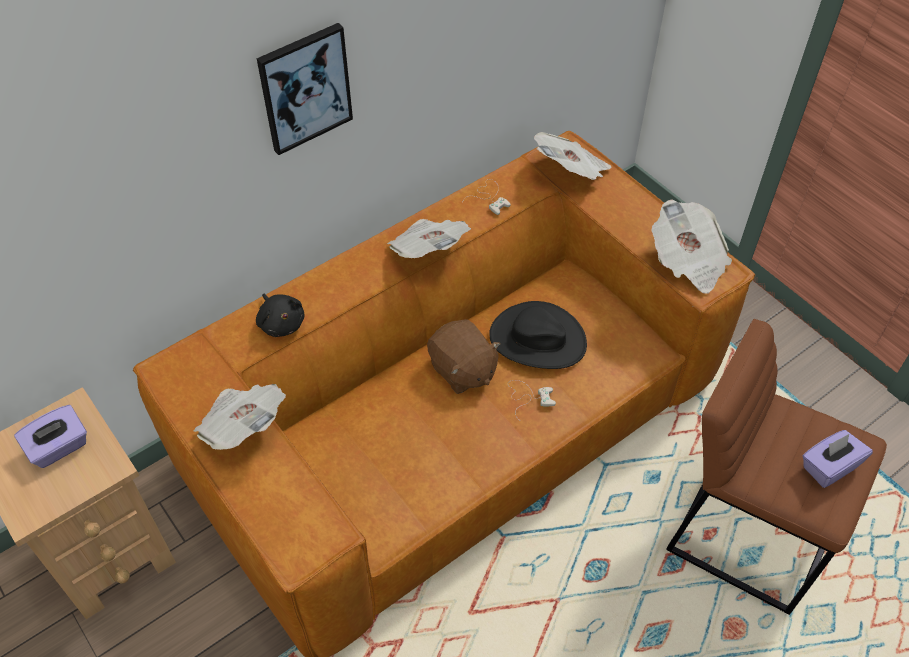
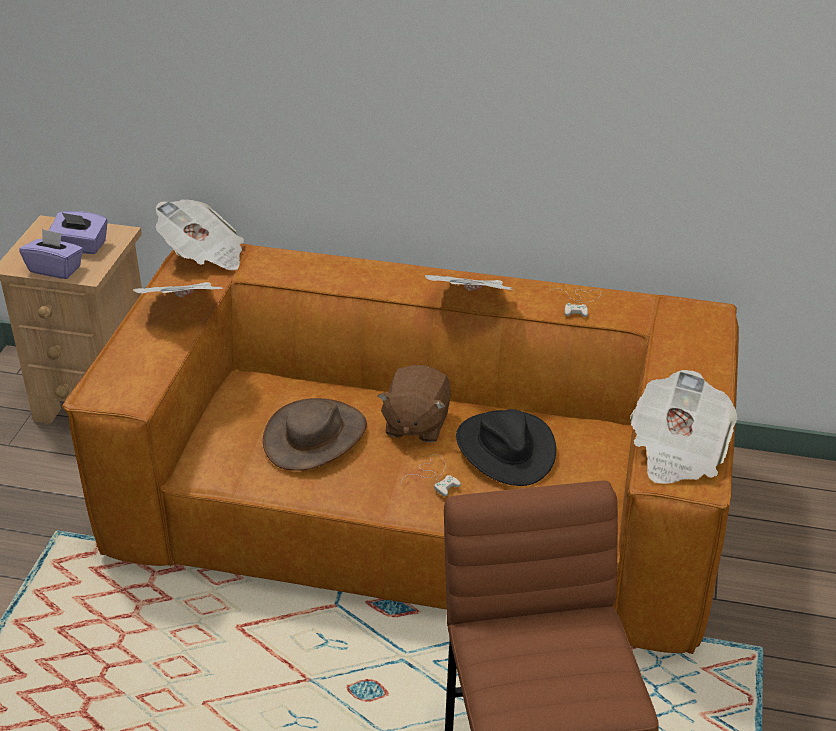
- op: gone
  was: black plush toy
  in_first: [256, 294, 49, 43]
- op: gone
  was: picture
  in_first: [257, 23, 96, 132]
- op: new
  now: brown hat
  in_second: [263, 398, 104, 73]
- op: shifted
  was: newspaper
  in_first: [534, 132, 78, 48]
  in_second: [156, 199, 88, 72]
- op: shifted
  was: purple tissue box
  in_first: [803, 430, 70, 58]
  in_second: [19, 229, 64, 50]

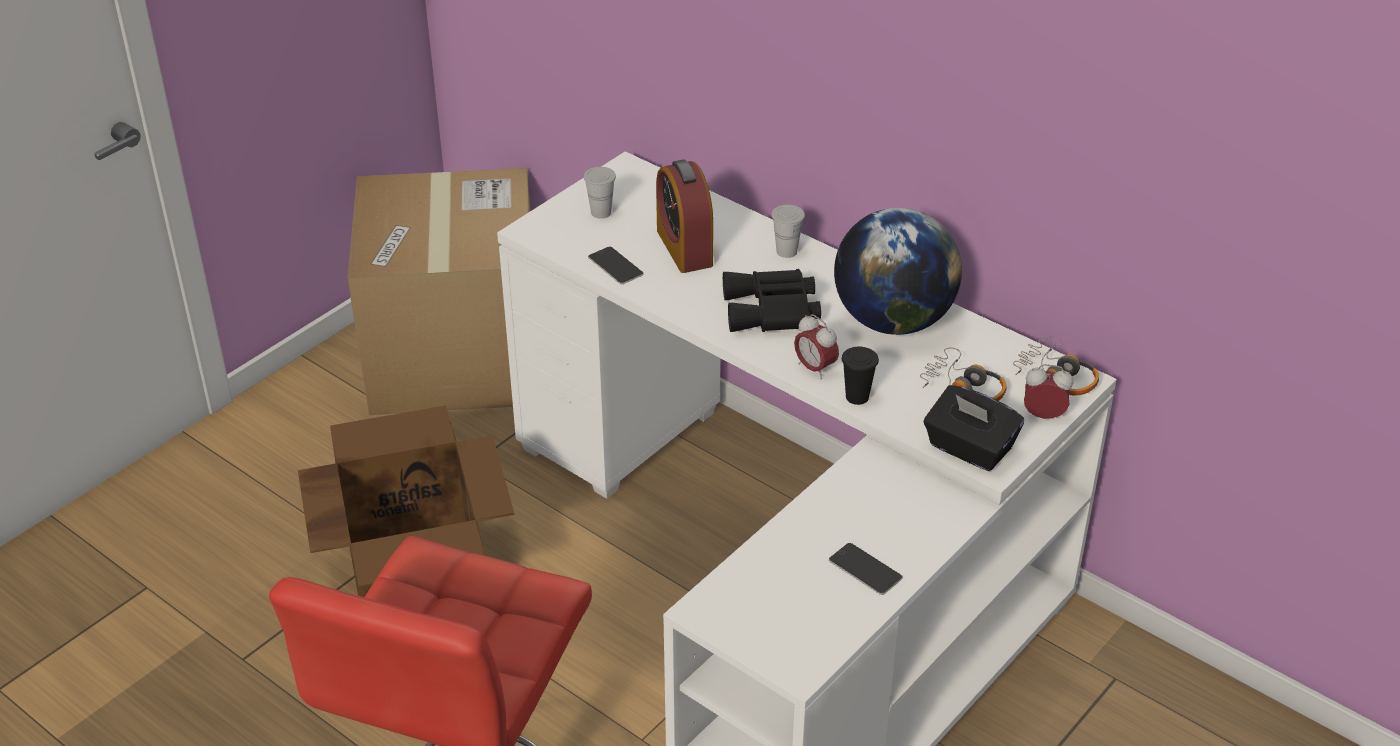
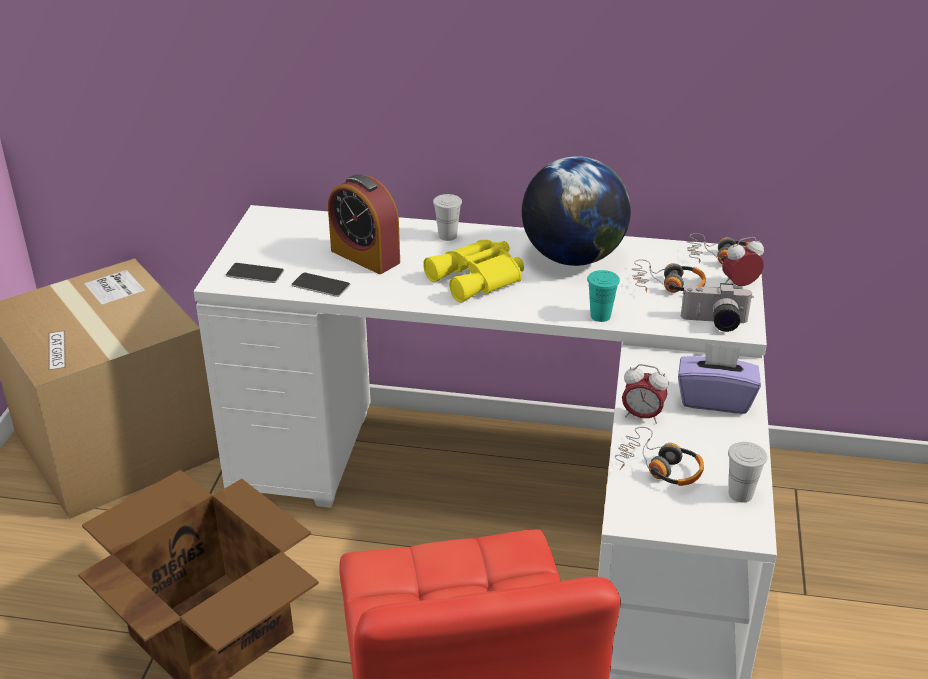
- op: new
  now: headphones
  in_second: [615, 427, 89, 59]
- op: new
  now: purple tissue box
  in_second: [678, 343, 83, 71]
- op: shifted
  was: white cup
  in_first: [583, 167, 33, 52]
  in_second: [728, 442, 39, 61]
- op: shifted
  was: alarm clock
  in_first: [794, 314, 45, 66]
  in_second: [622, 364, 47, 60]
- op: shifted
  was: phone
  in_first: [829, 543, 74, 52]
  in_second: [226, 263, 58, 20]
- op: swapped
  was: black tissue box
  now: photo camera
  in_first: [924, 385, 100, 86]
  in_second: [681, 283, 72, 49]
- op: repainted
  was: black binoculars
  now: yellow binoculars
  in_first: [723, 269, 98, 63]
  in_second: [423, 240, 101, 63]
- op: repainted
  was: black cup
  now: turquoise cup
  in_first: [842, 347, 37, 58]
  in_second: [587, 270, 33, 52]

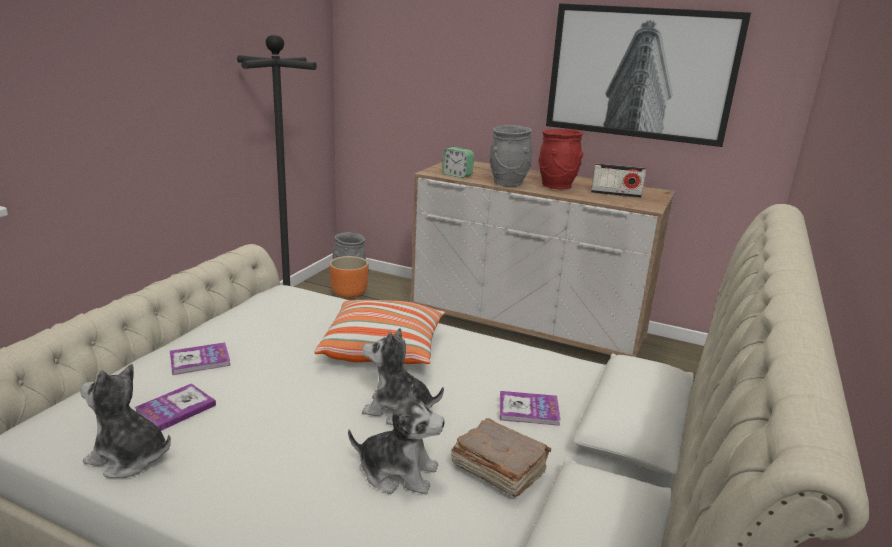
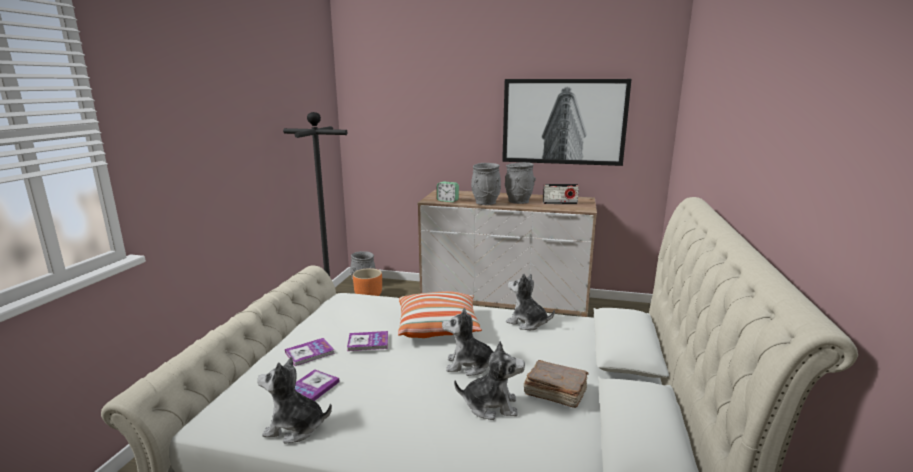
- op: new
  now: plush toy
  in_second: [506, 273, 49, 57]
- op: shifted
  was: book
  in_first: [500, 391, 61, 35]
  in_second: [347, 331, 41, 20]
- op: repainted
  was: red vase
  now: grey vase
  in_first: [538, 129, 45, 60]
  in_second: [505, 162, 31, 42]

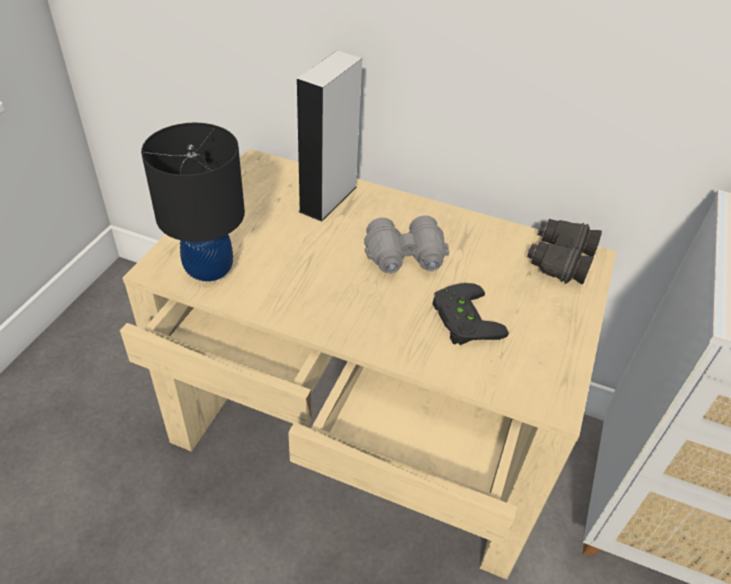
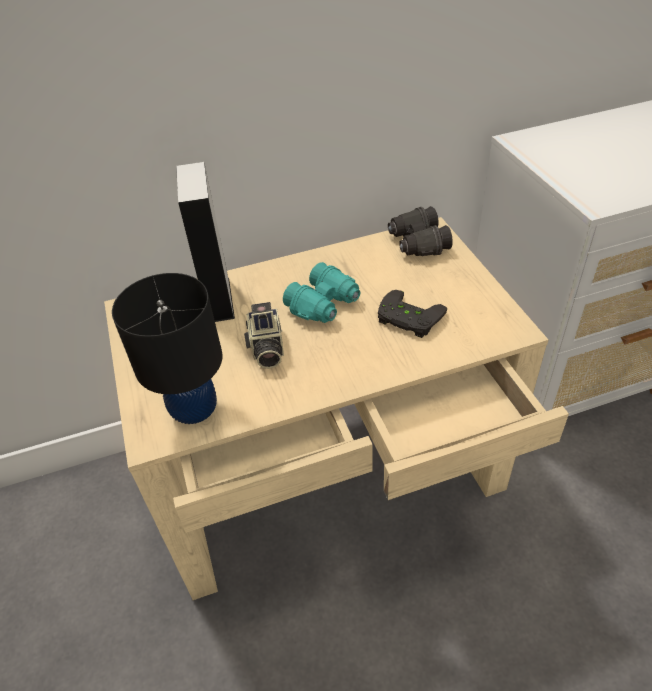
- op: new
  now: photo camera
  in_second: [244, 302, 40, 67]
- op: repainted
  was: grey binoculars
  now: turquoise binoculars
  in_first: [364, 216, 85, 58]
  in_second: [283, 262, 78, 61]

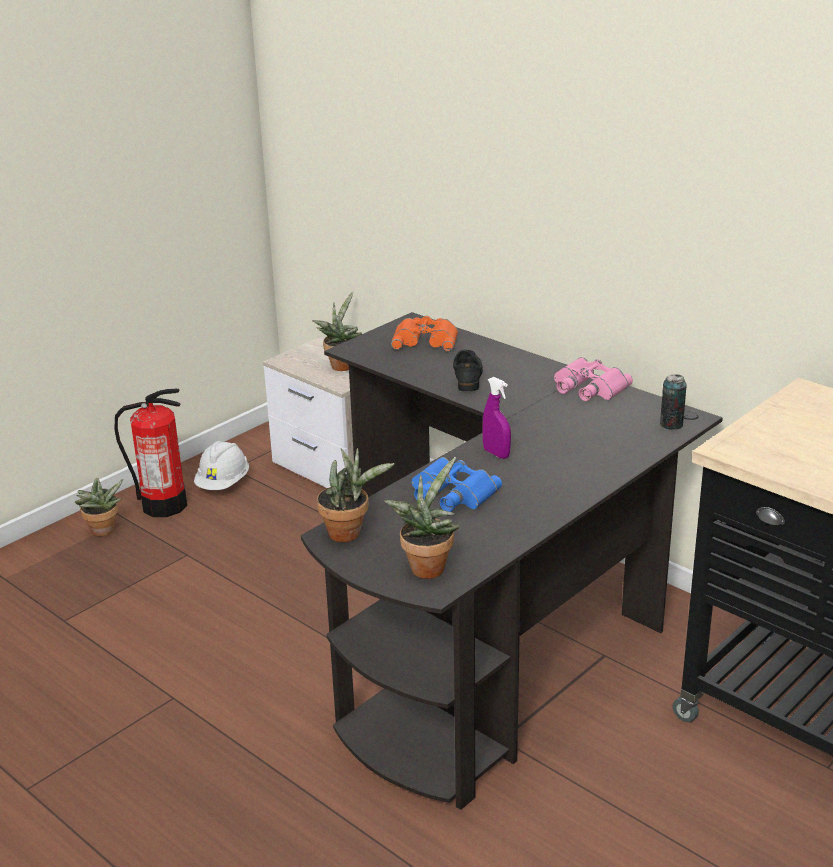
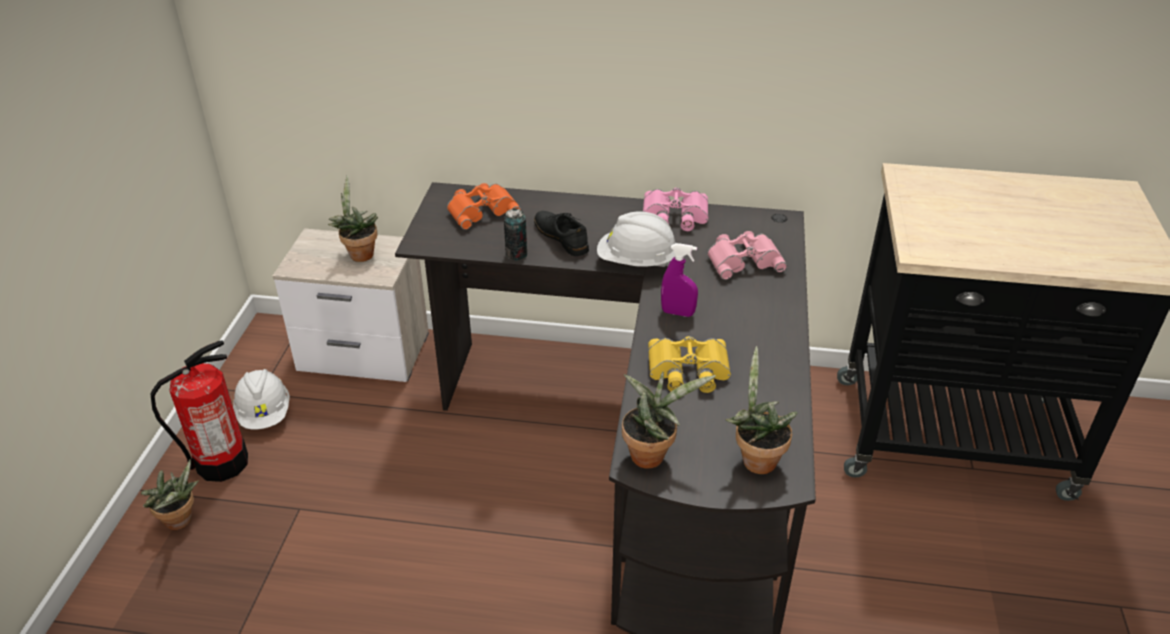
- op: new
  now: white hard hat
  in_second: [597, 211, 79, 56]
- op: new
  now: pink binoculars
  in_second: [707, 231, 80, 49]
- op: shifted
  was: can
  in_first: [660, 374, 27, 56]
  in_second: [504, 208, 24, 52]
- op: repainted
  was: blue binoculars
  now: yellow binoculars
  in_first: [412, 457, 90, 55]
  in_second: [648, 336, 83, 57]

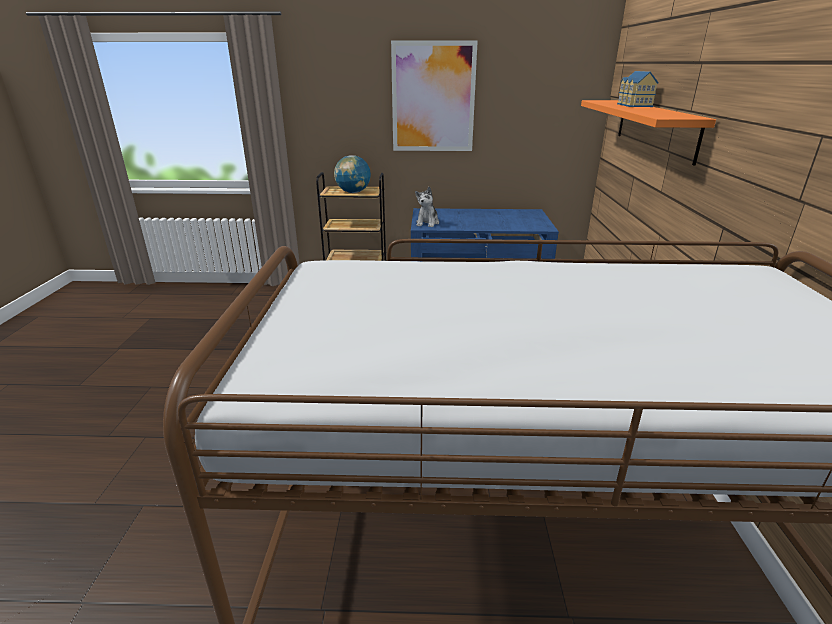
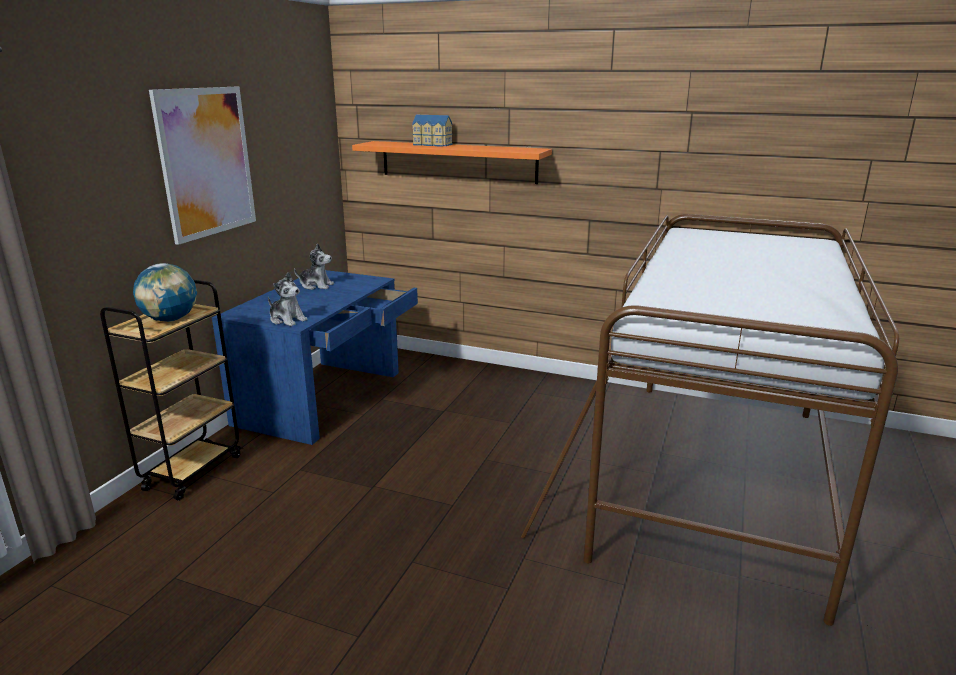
- op: new
  now: plush toy
  in_second: [294, 244, 40, 46]

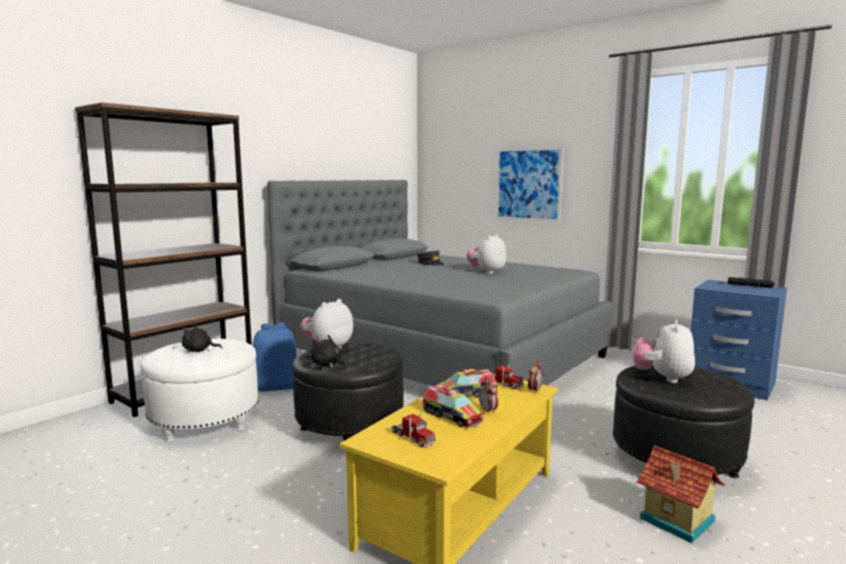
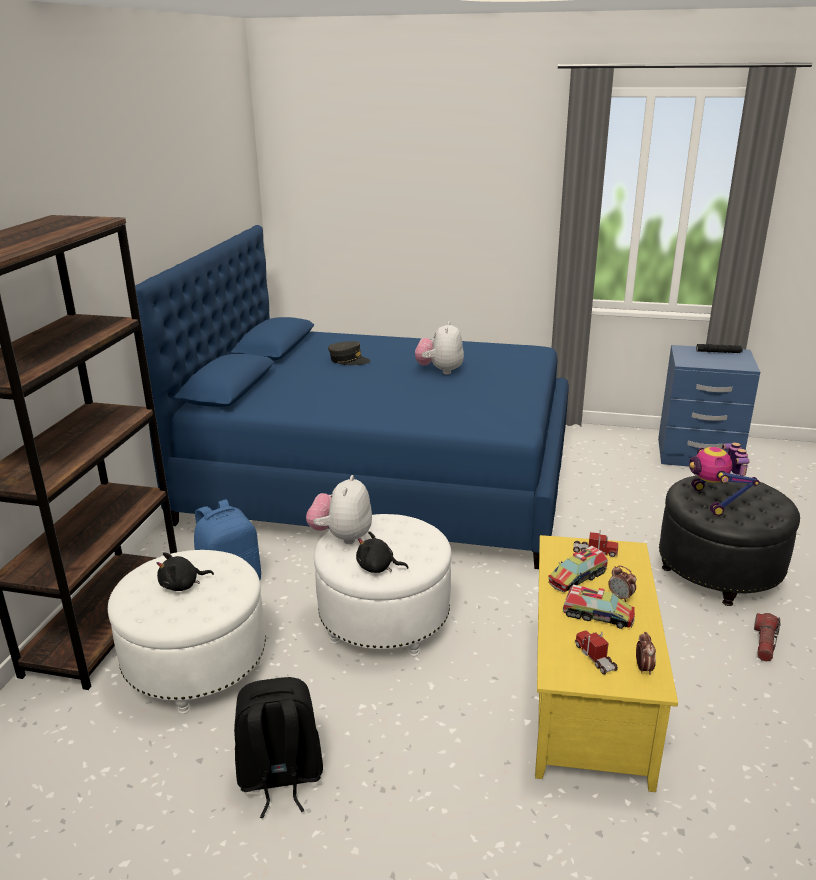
- op: gone
  was: picture
  in_first: [496, 147, 68, 75]
- op: new
  now: black backpack
  in_second: [234, 677, 89, 141]
- op: shifted
  was: alarm clock
  in_first: [528, 360, 15, 32]
  in_second: [636, 632, 20, 43]
- op: swapped
  was: plush toy
  now: toy robot
  in_first: [633, 320, 62, 63]
  in_second: [689, 442, 71, 74]
- op: swapped
  was: toy house
  now: flashlight
  in_first: [637, 445, 88, 98]
  in_second: [754, 613, 26, 49]
- op: repainted
  was: grey bed
  now: blue bed
  in_first: [267, 180, 345, 206]
  in_second: [135, 225, 434, 344]
- op: repainted
  was: black ottoman
  now: white ottoman
  in_first: [292, 342, 112, 99]
  in_second: [314, 514, 138, 142]
- op: rotated
  was: toy truck
  in_first: [392, 413, 44, 34]
  in_second: [575, 631, 43, 44]
  clockwise: -135

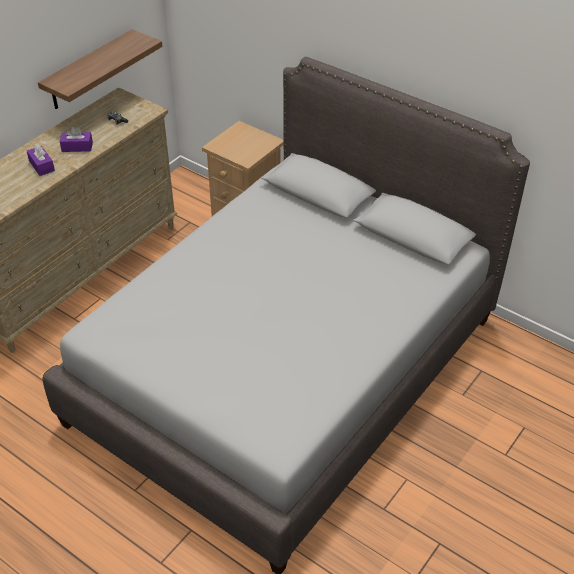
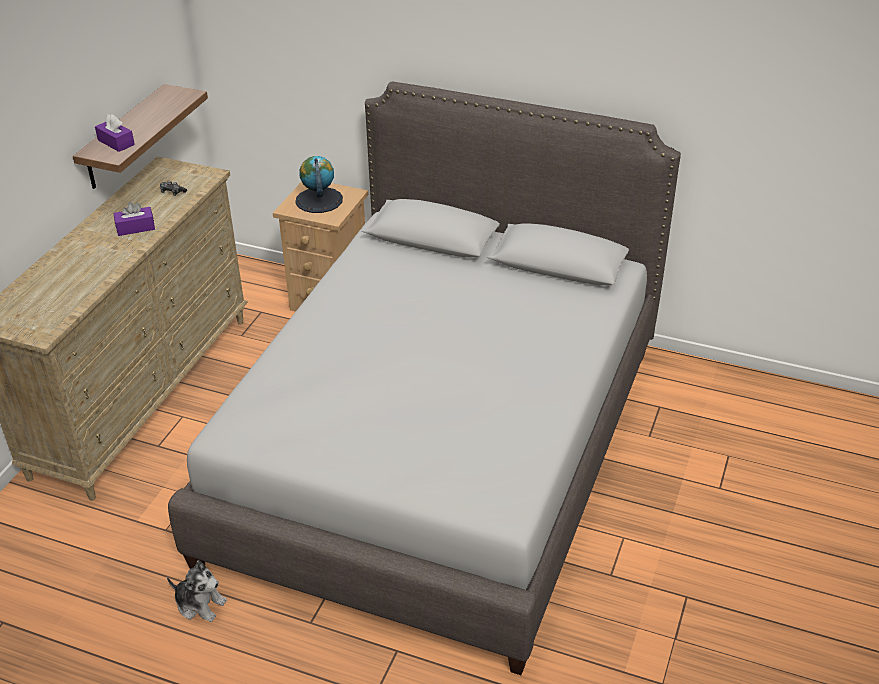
- op: new
  now: plush toy
  in_second: [167, 560, 60, 62]
- op: new
  now: globe
  in_second: [295, 156, 48, 57]
- op: shifted
  was: purple tissue box
  in_first: [27, 144, 28, 32]
  in_second: [95, 114, 40, 38]

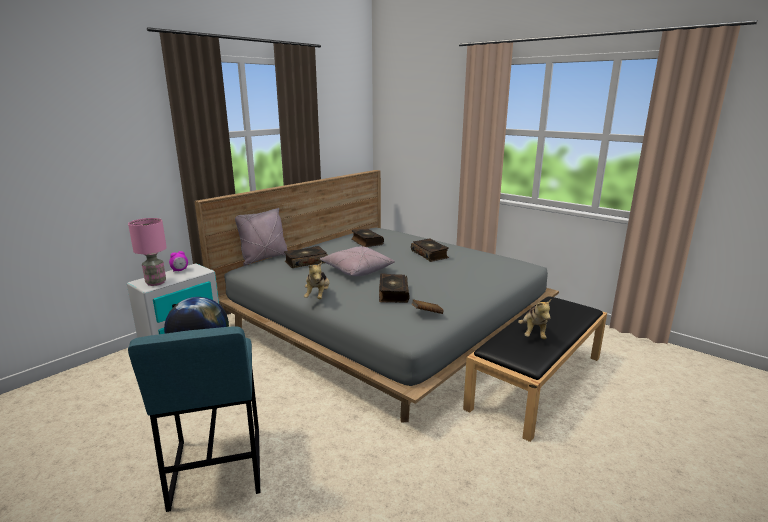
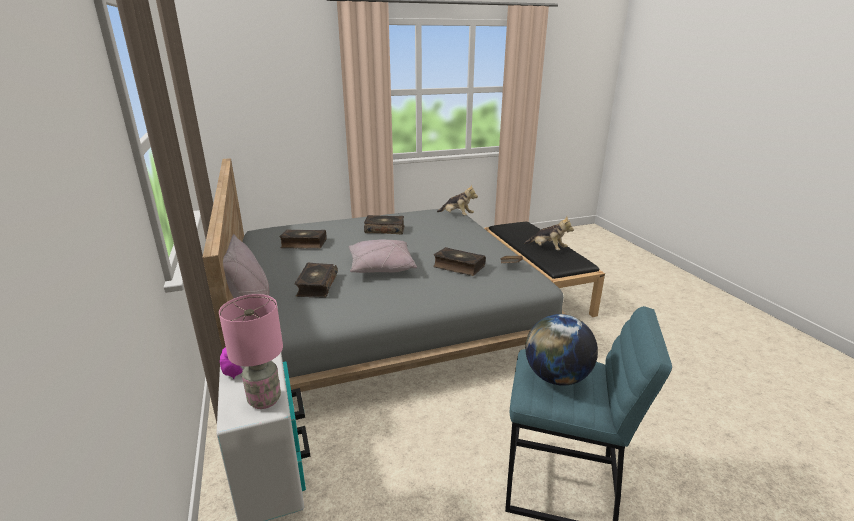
- op: shifted
  was: plush toy
  in_first: [304, 262, 25, 37]
  in_second: [437, 184, 41, 32]

